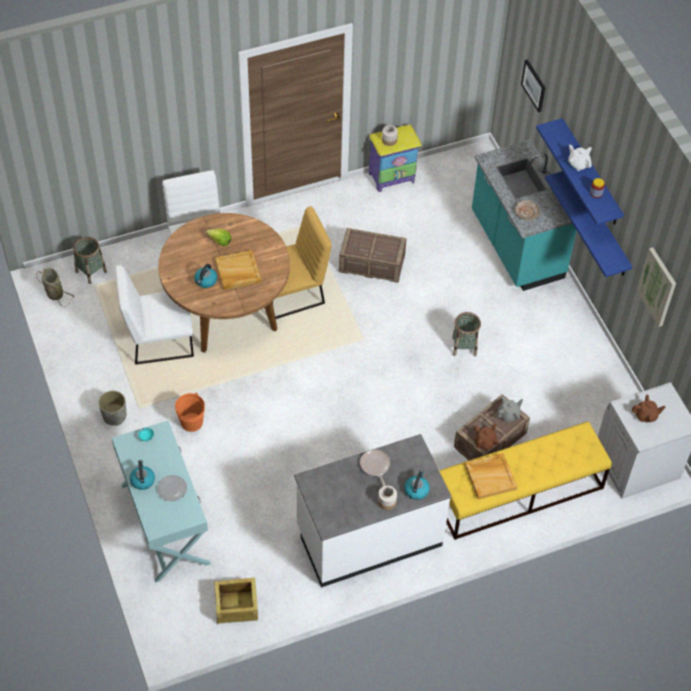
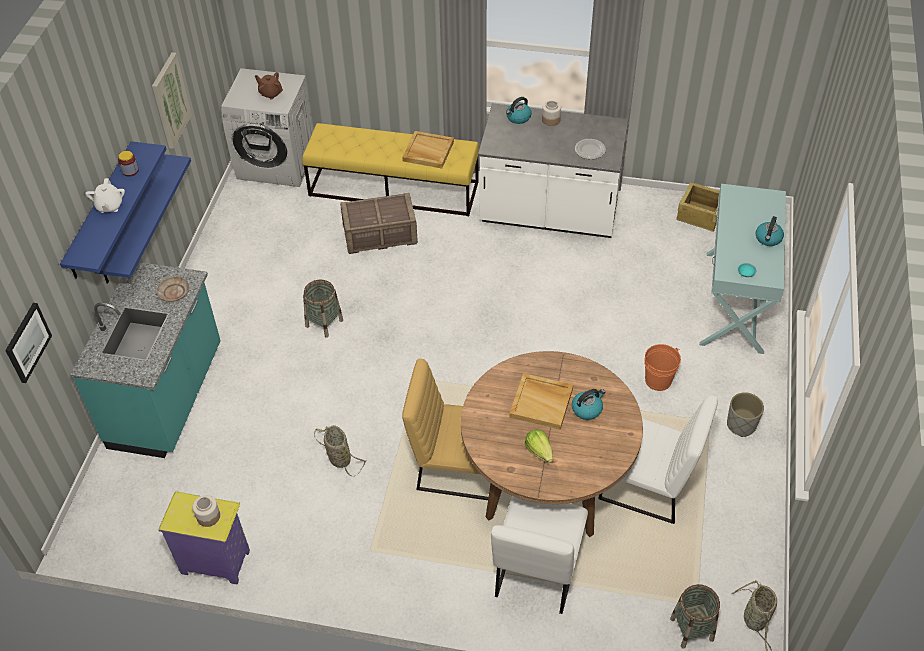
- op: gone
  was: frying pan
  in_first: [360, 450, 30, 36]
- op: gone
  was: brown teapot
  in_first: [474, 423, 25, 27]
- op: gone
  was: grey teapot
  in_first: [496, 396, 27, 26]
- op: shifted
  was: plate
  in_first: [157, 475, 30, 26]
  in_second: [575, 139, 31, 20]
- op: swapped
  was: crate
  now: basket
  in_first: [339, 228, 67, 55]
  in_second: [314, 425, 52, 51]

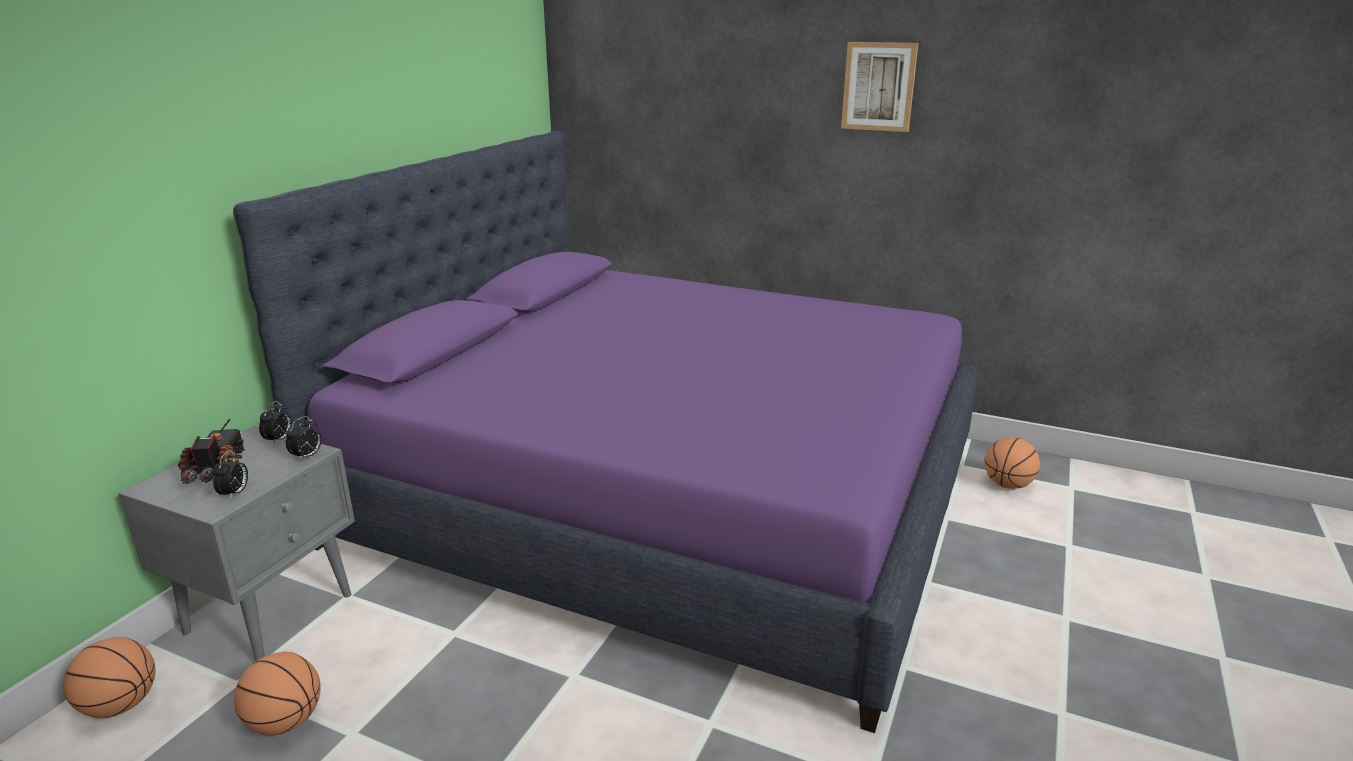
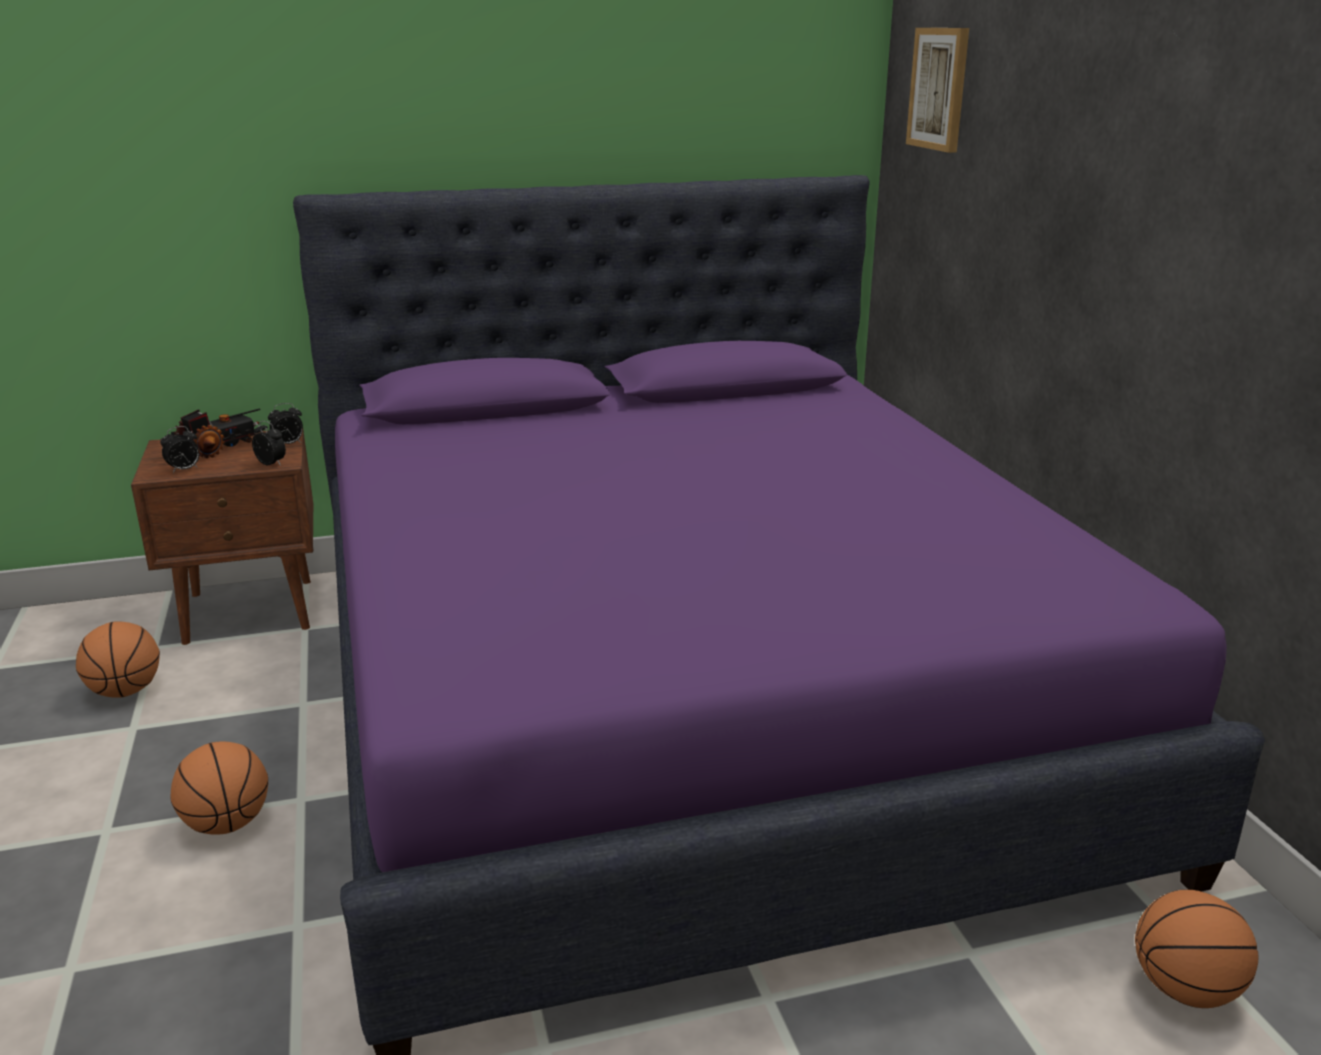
- op: shifted
  was: basketball
  in_first: [63, 637, 92, 81]
  in_second: [171, 742, 97, 93]
- op: shifted
  was: picture
  in_first: [841, 42, 77, 90]
  in_second: [906, 28, 63, 125]
- op: repainted
  was: grey nightstand
  now: brown nightstand
  in_first: [118, 426, 237, 235]
  in_second: [131, 430, 182, 215]
- op: rotated
  was: alarm clock
  in_first: [286, 416, 36, 46]
  in_second: [252, 421, 34, 45]
  clockwise: -135

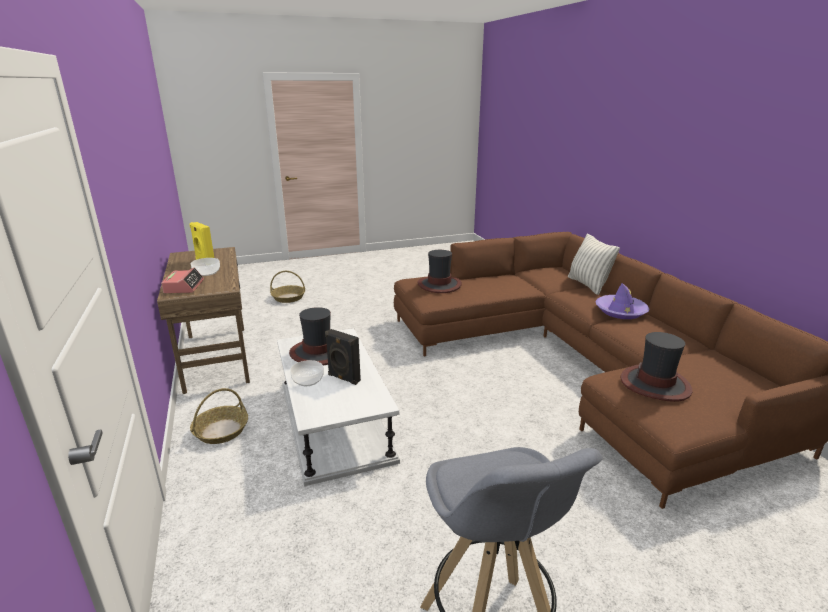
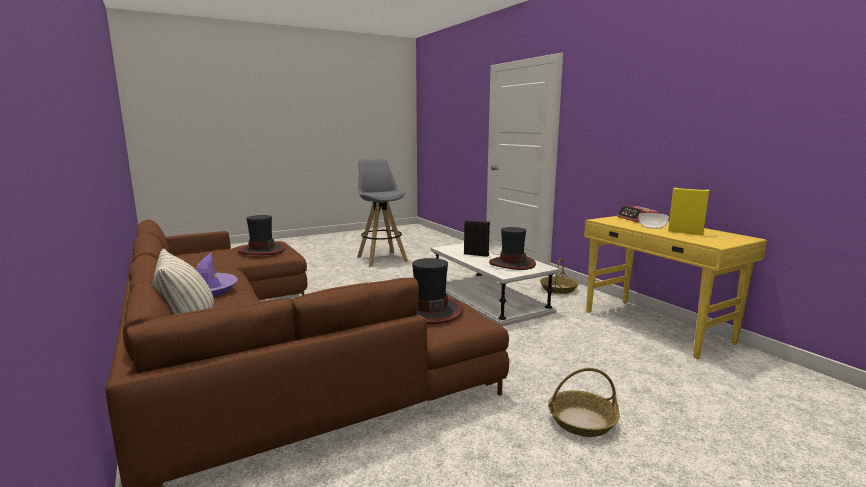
- op: shifted
  was: basket
  in_first: [270, 271, 35, 32]
  in_second: [548, 368, 72, 69]
- op: repainted
  was: brown console table
  now: yellow console table
  in_first: [157, 247, 93, 147]
  in_second: [584, 216, 183, 143]

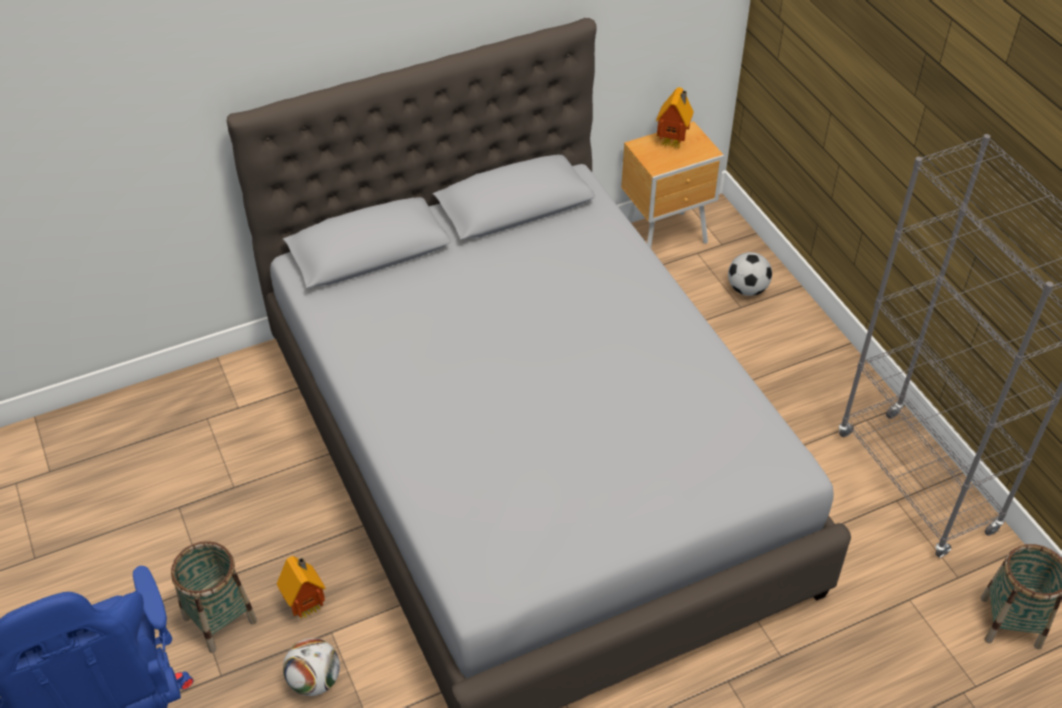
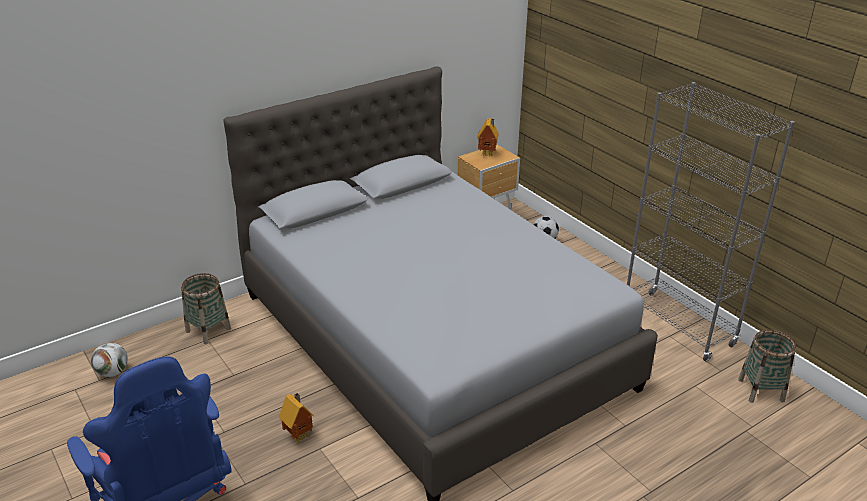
- op: shifted
  was: basket
  in_first: [171, 541, 86, 112]
  in_second: [181, 273, 50, 71]
- op: shifted
  was: football
  in_first: [283, 638, 57, 58]
  in_second: [91, 342, 37, 35]

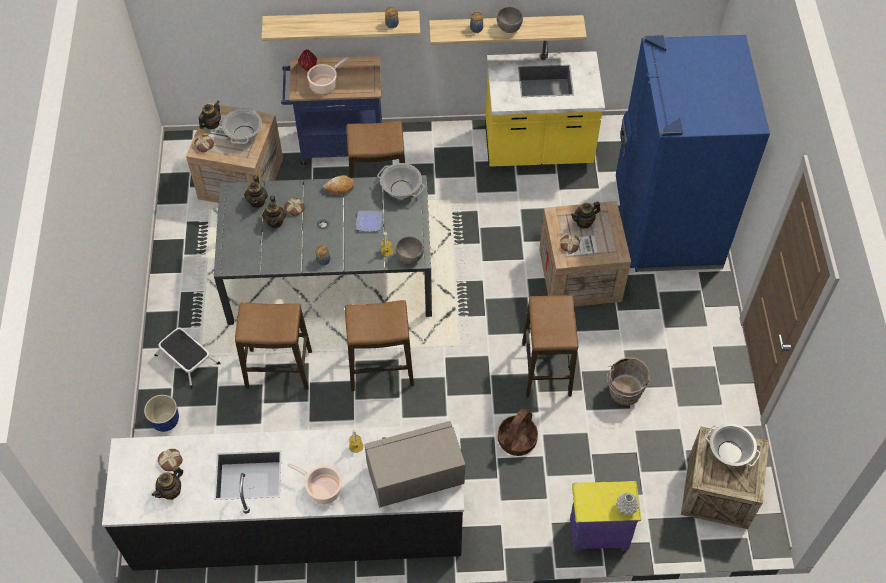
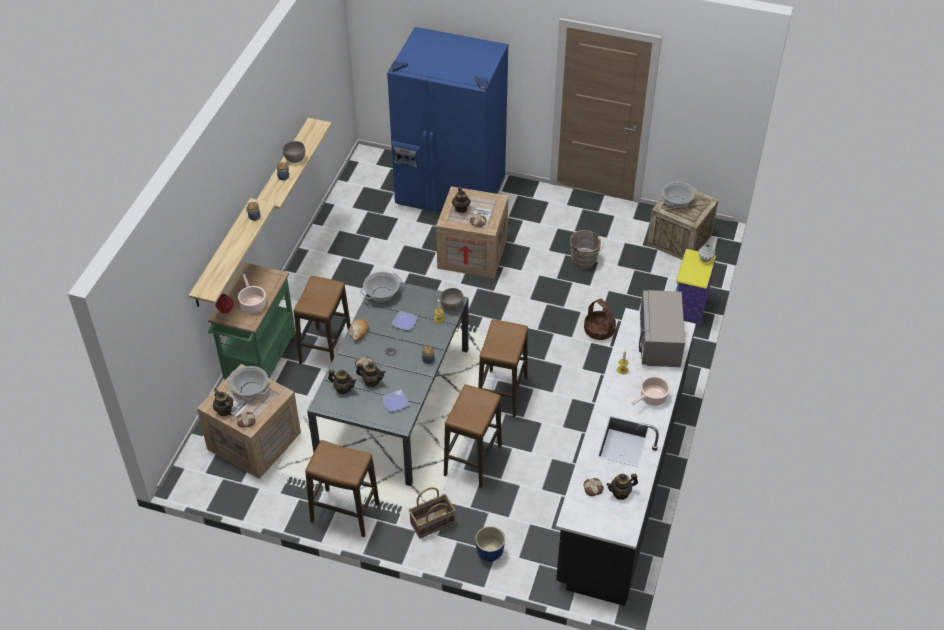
- op: gone
  was: yellow counter
  in_first: [485, 41, 120, 126]
- op: new
  now: plate
  in_second: [382, 390, 27, 22]
- op: shifted
  was: stool
  in_first: [522, 295, 56, 103]
  in_second: [305, 440, 75, 97]
- op: swapped
  was: black step ladder
  now: basket
  in_first: [154, 328, 66, 61]
  in_second: [409, 487, 46, 52]
- op: repainted
  was: blue cart
  now: green cart
  in_first: [281, 56, 101, 109]
  in_second: [208, 262, 88, 118]
- op: rotated
  was: teapot
  in_first: [152, 465, 31, 35]
  in_second: [607, 474, 31, 26]
  clockwise: 105

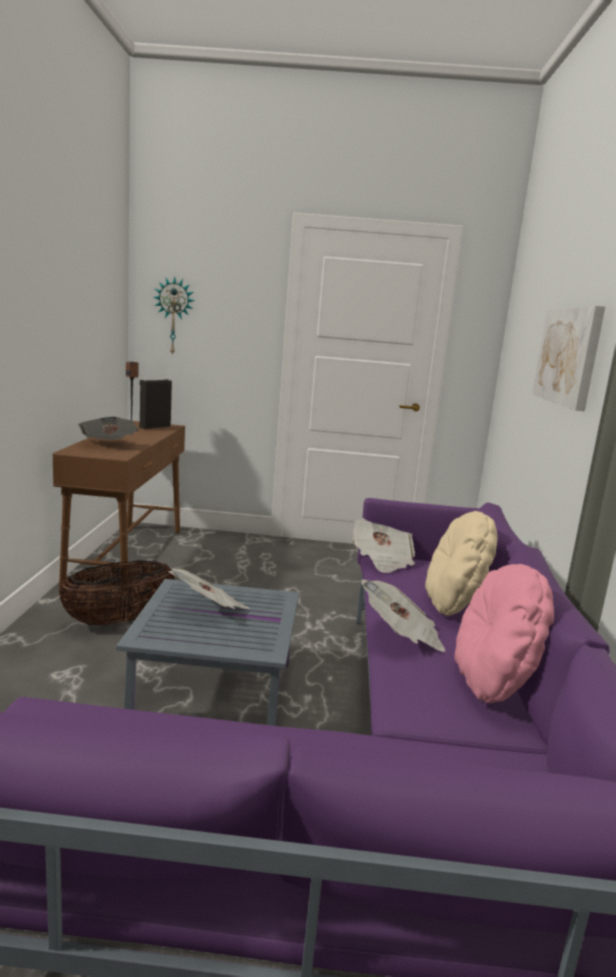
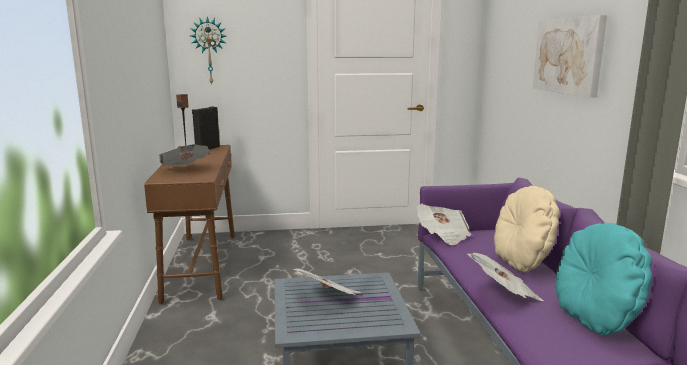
- op: gone
  was: basket
  in_first: [58, 560, 117, 65]
- op: repainted
  was: pink pillow
  now: turquoise pillow
  in_first: [455, 564, 99, 139]
  in_second: [555, 223, 97, 112]

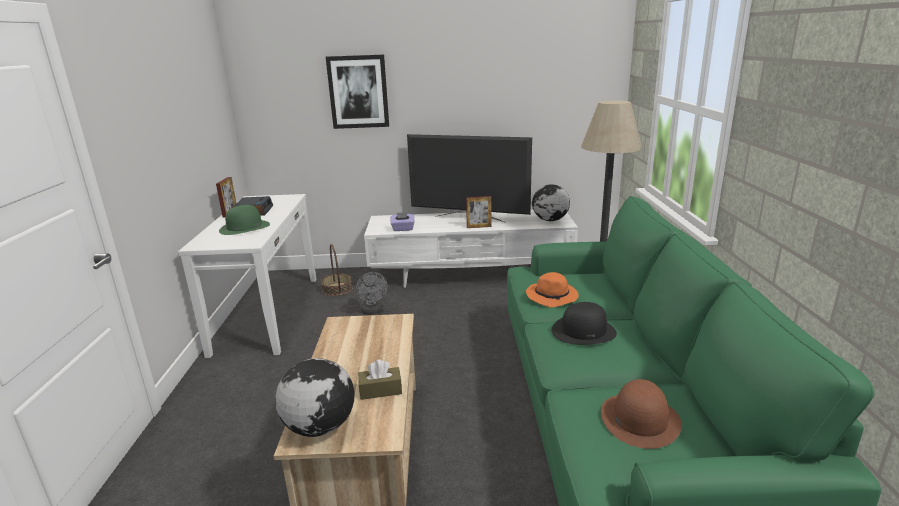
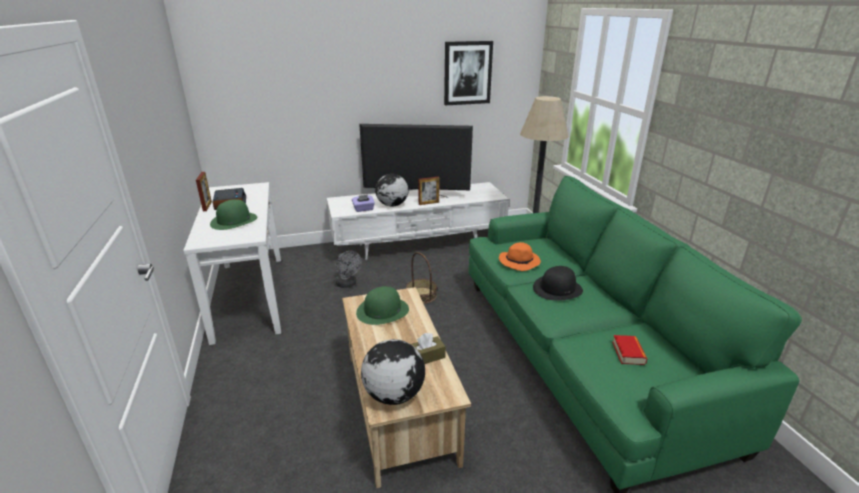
- op: new
  now: green hat
  in_second: [356, 286, 53, 39]
- op: shifted
  was: basket
  in_first: [321, 244, 32, 52]
  in_second: [406, 252, 31, 52]
- op: shifted
  was: picture
  in_first: [326, 55, 63, 74]
  in_second: [444, 41, 49, 64]
- op: shifted
  was: globe
  in_first: [532, 184, 38, 37]
  in_second: [375, 174, 34, 32]
- op: swapped
  was: brown hat
  now: book
  in_first: [601, 379, 81, 70]
  in_second: [612, 335, 35, 30]

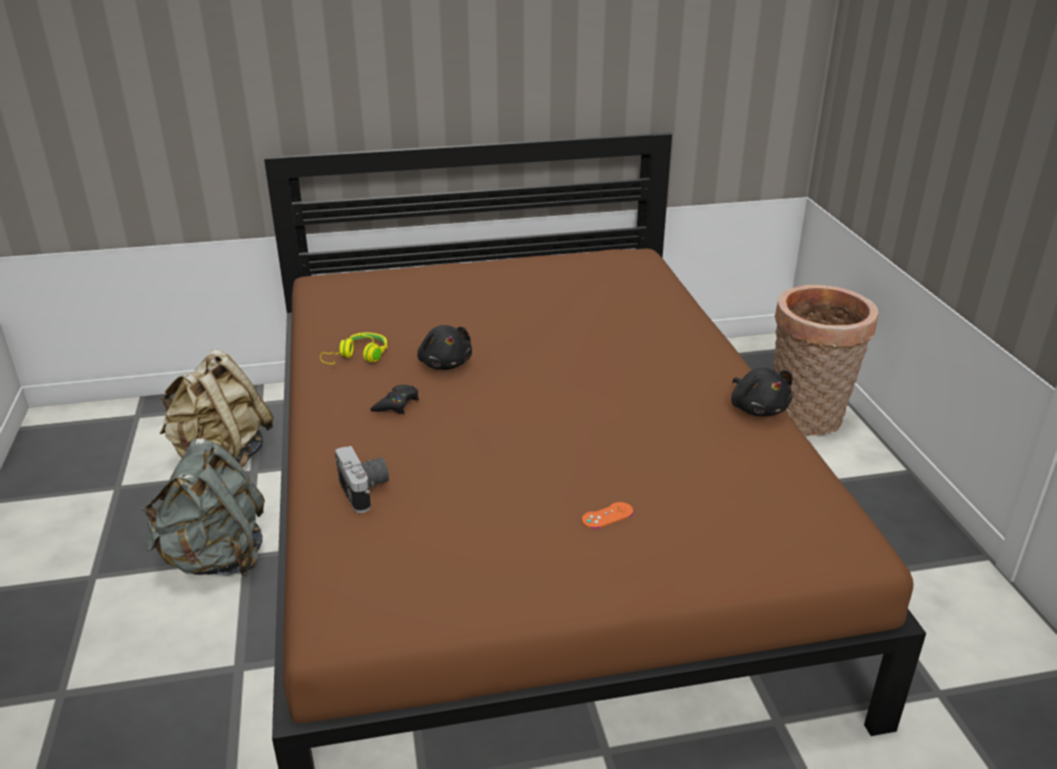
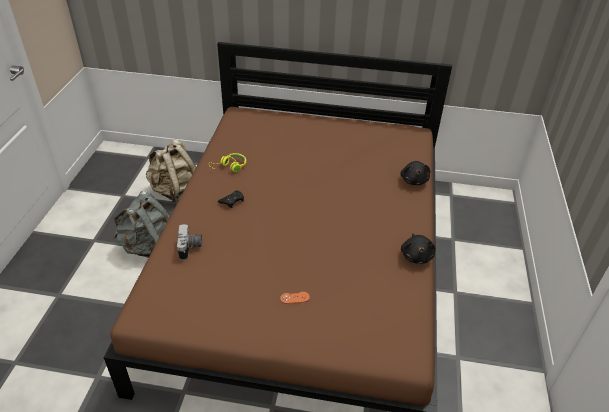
- op: gone
  was: basket
  in_first: [773, 285, 106, 151]
- op: shifted
  was: black plush toy
  in_first: [417, 325, 55, 45]
  in_second: [400, 161, 30, 24]

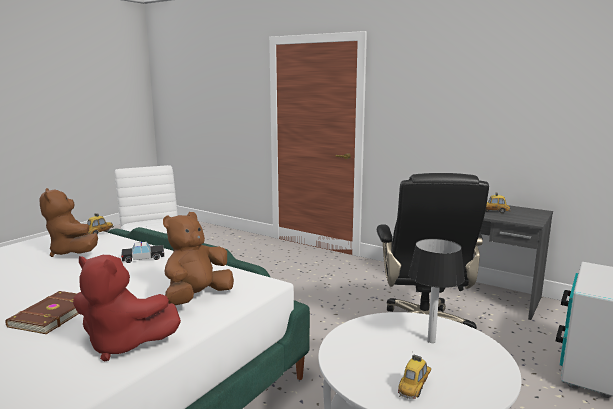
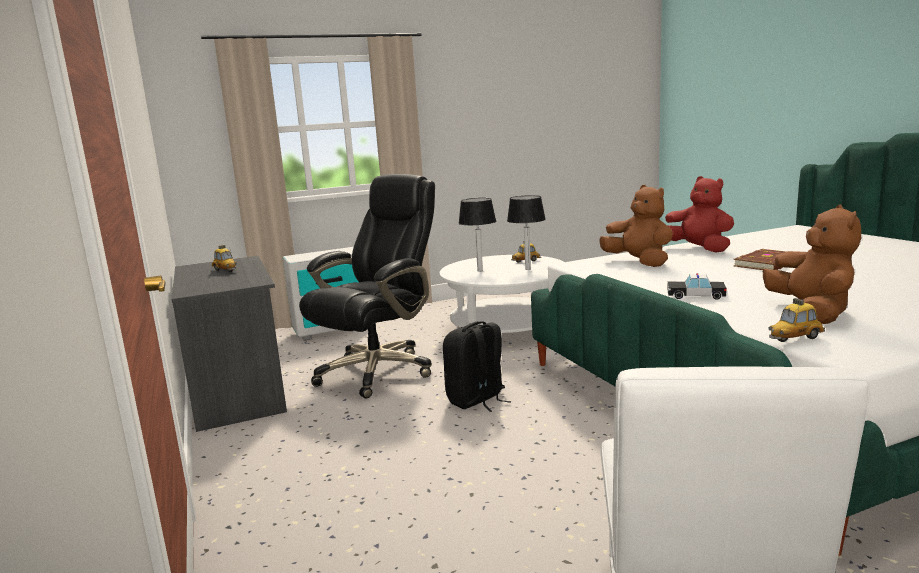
- op: new
  now: black backpack
  in_second: [443, 321, 68, 91]
- op: new
  now: table lamp
  in_second: [507, 195, 39, 75]
- op: rotated
  was: brown plush toy
  in_first: [163, 212, 71, 94]
  in_second: [599, 185, 74, 82]
  clockwise: -105

